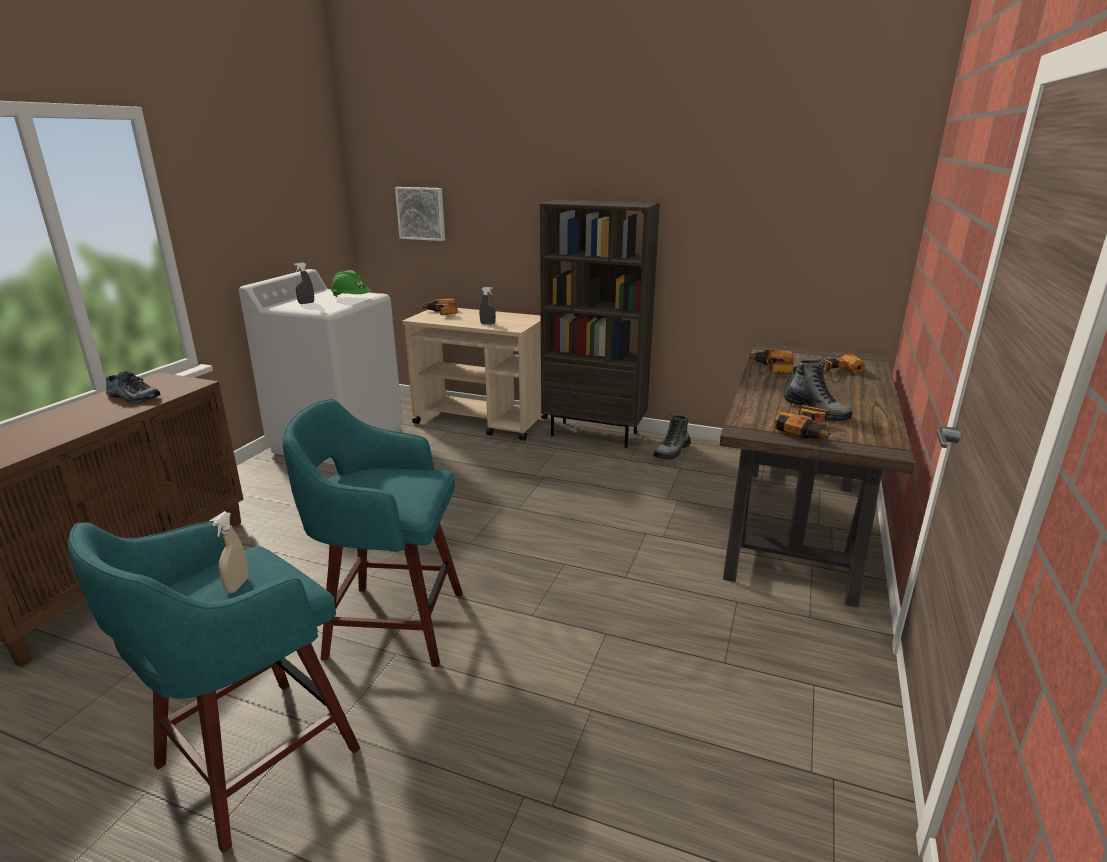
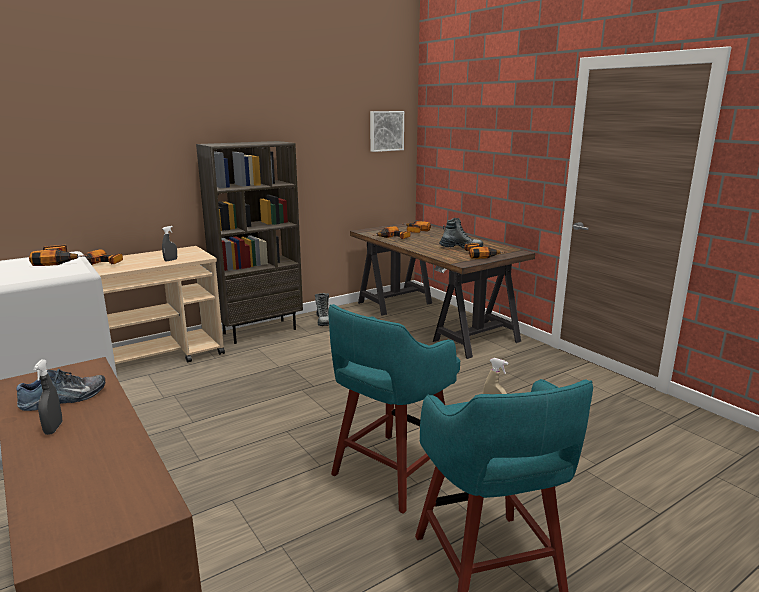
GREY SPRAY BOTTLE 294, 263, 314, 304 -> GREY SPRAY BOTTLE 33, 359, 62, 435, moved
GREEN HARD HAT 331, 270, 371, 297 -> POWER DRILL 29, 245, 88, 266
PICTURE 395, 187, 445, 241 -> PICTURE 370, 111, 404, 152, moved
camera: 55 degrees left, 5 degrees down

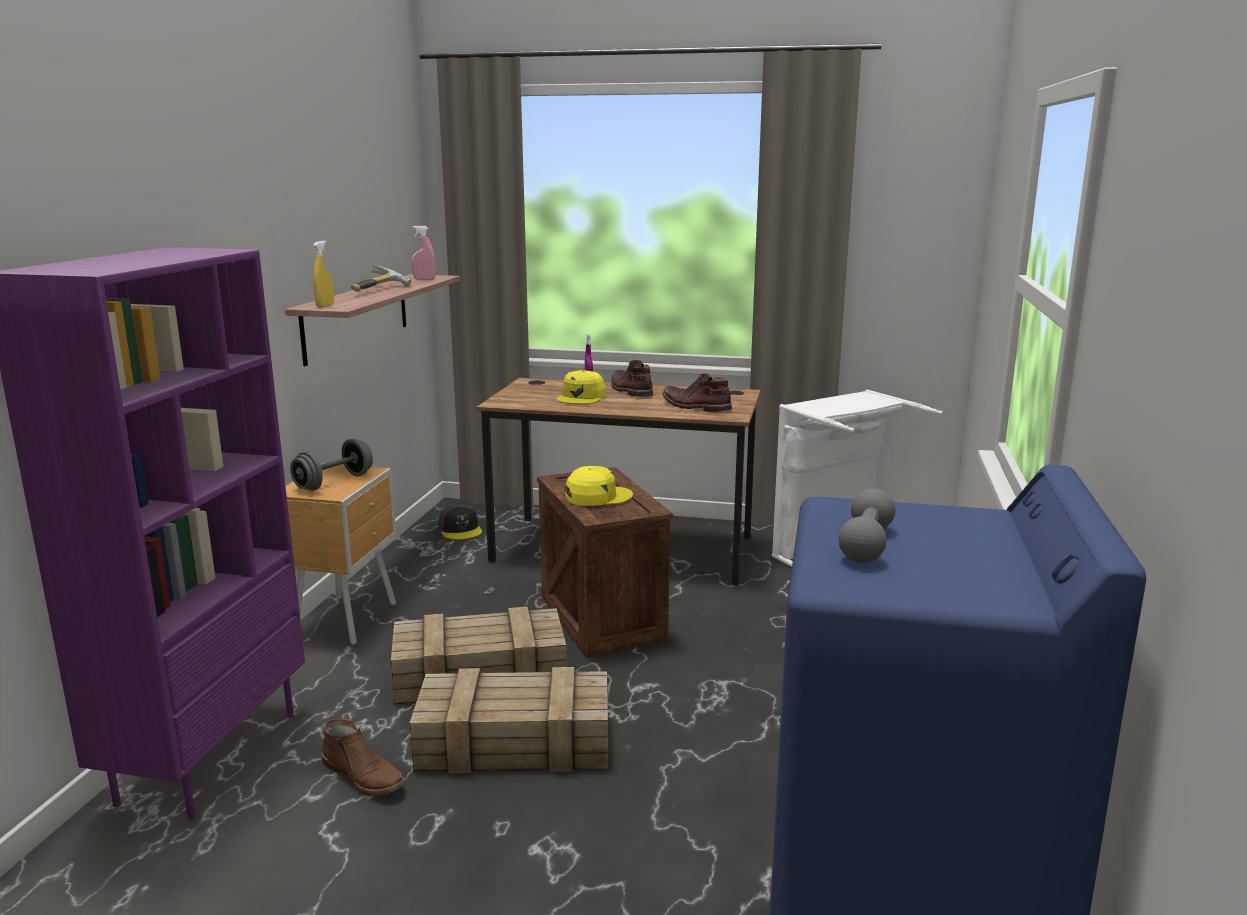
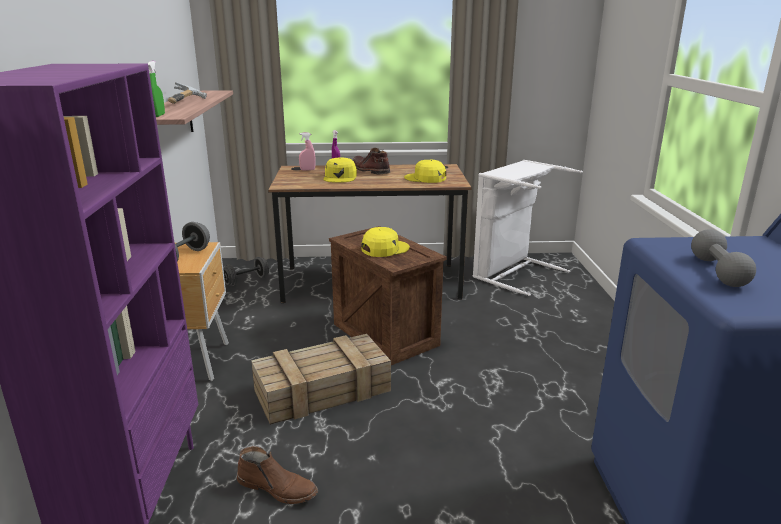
YELLOW SPRAY BOTTLE 313, 241, 334, 307 -> GREEN SPRAY BOTTLE 148, 61, 165, 117
CRATE 410, 667, 608, 773 -> none
PINK SPRAY BOTTLE 412, 226, 436, 280 -> PINK SPRAY BOTTLE 299, 132, 316, 171, moved
GREY CAP 438, 504, 482, 540 -> GREY DUMBBELL 223, 257, 269, 286
BROWN BOOT 662, 373, 732, 412 -> YELLOW CAP 404, 160, 446, 183
camera: 15 degrees left, 5 degrees up

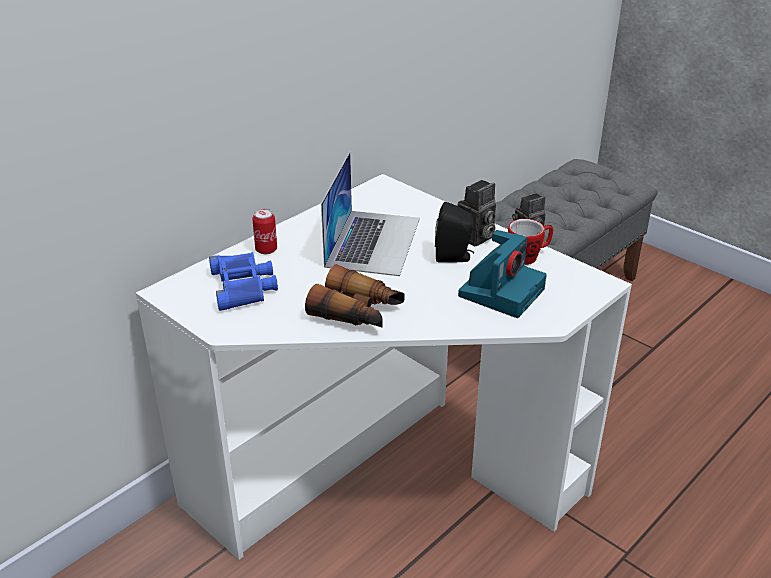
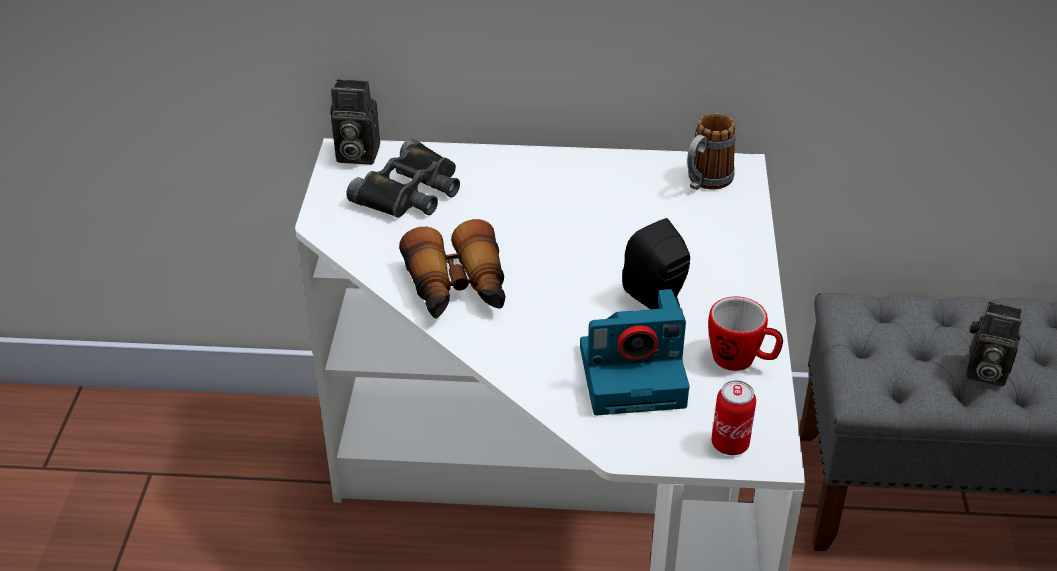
BLUE BINOCULARS 209, 252, 278, 311 -> BLACK BINOCULARS 346, 139, 460, 218
CAN 252, 209, 277, 254 -> CAN 711, 380, 756, 455, moved
LAPTOP 321, 152, 420, 276 -> none
PHOTO CAMERA 458, 180, 496, 246 -> PHOTO CAMERA 330, 79, 380, 165, moved
none -> MUG 687, 113, 736, 190
camera: 50 degrees right, 5 degrees up

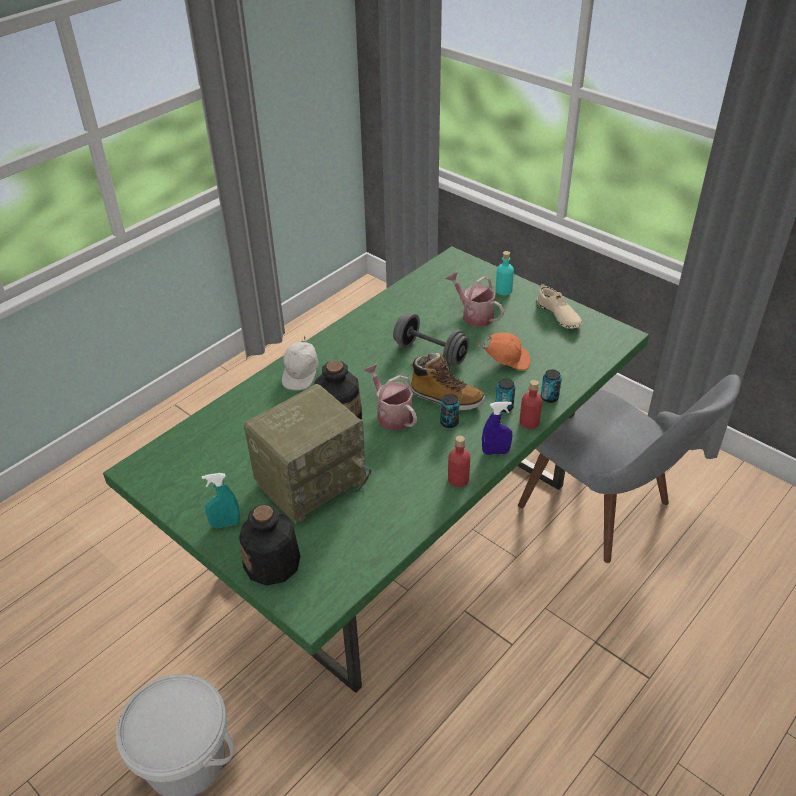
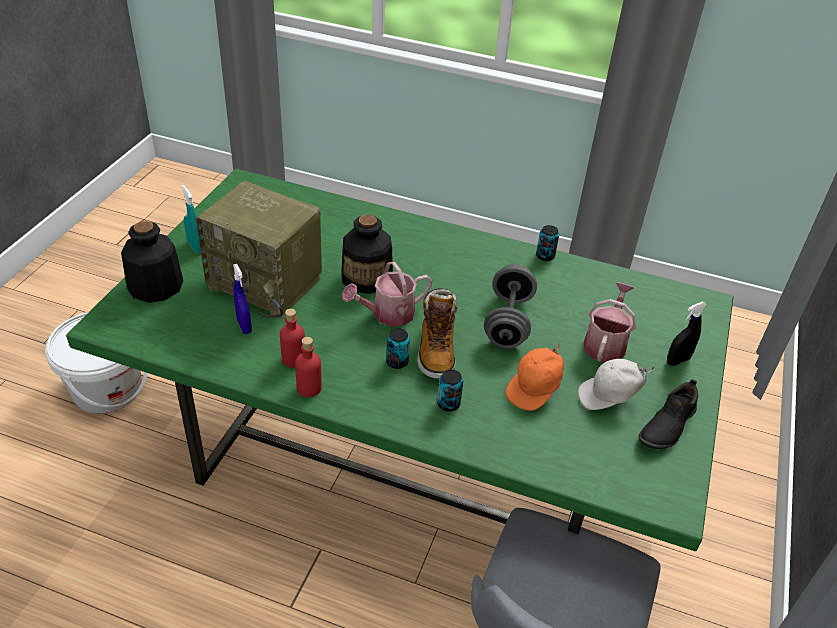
WHITE CAP 282, 335, 319, 390 -> WHITE CAP 578, 359, 655, 410, moved
WATERING CAN 364, 364, 417, 430 -> WATERING CAN 342, 262, 432, 327, 150 degrees counterclockwise
ORANGE CAP 476, 332, 530, 370 -> ORANGE CAP 506, 342, 564, 411, 60 degrees clockwise
BLUE SPRAY BOTTLE 482, 401, 512, 455 -> BLUE SPRAY BOTTLE 233, 264, 252, 334, moved
TURQUOISE BOTTLE 496, 251, 514, 295 -> BLACK SPRAY BOTTLE 667, 302, 707, 366
RED BOTTLE 520, 380, 542, 429 -> RED BOTTLE 280, 309, 305, 368, moved
BEIGE SHOE 536, 283, 582, 329 -> BLACK SHOE 638, 379, 698, 449
CAN 541, 370, 562, 403 -> CAN 536, 225, 559, 261, moved
camera: 65 degrees right, 0 degrees up

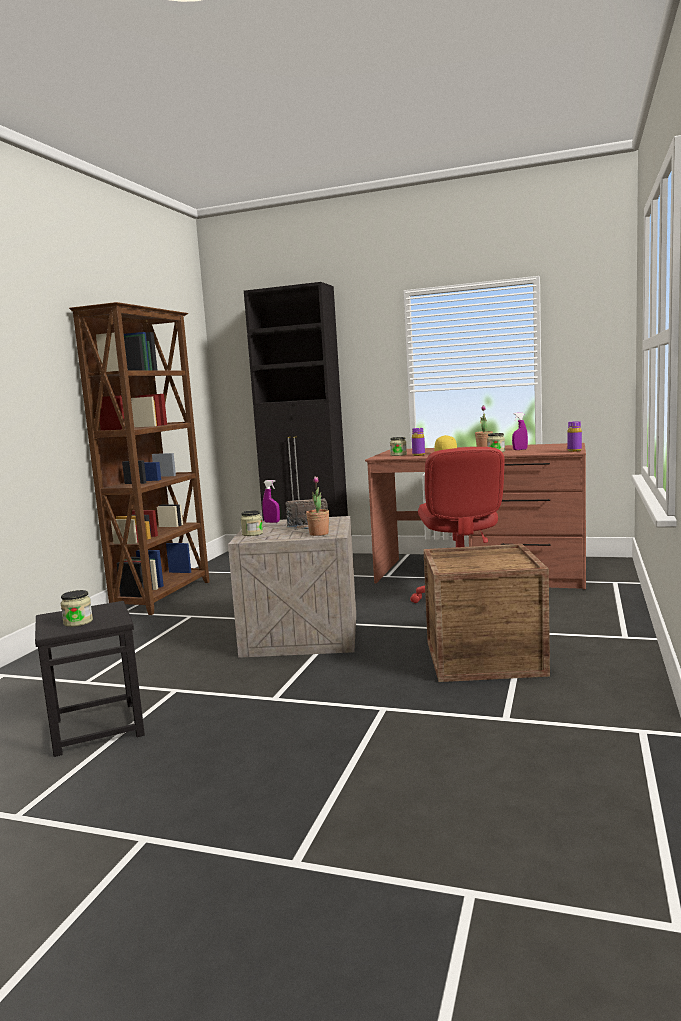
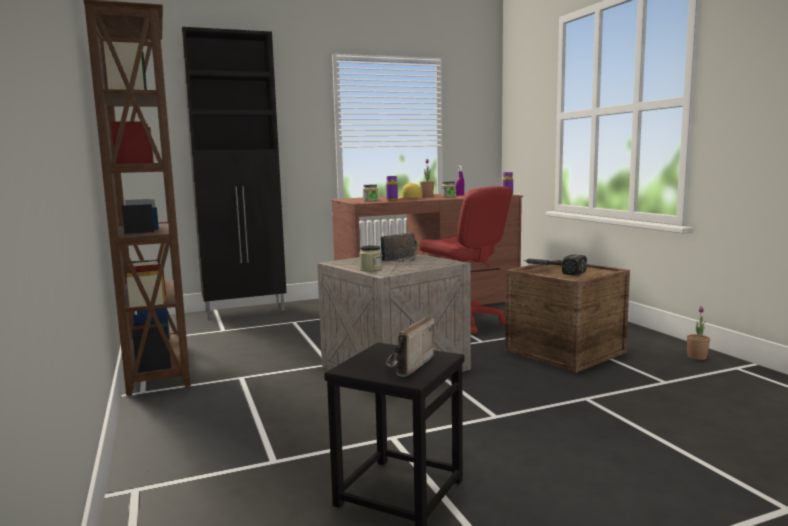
JAR 61, 590, 93, 627 -> RADIO 386, 316, 435, 377
PURPLE SPRAY BOTTLE 262, 480, 280, 523 -> none
POTTED PLANT 306, 476, 329, 536 -> POTTED PLANT 687, 307, 710, 360, moved
none -> HAMMER 524, 255, 587, 275
camera: 40 degrees left, 0 degrees up

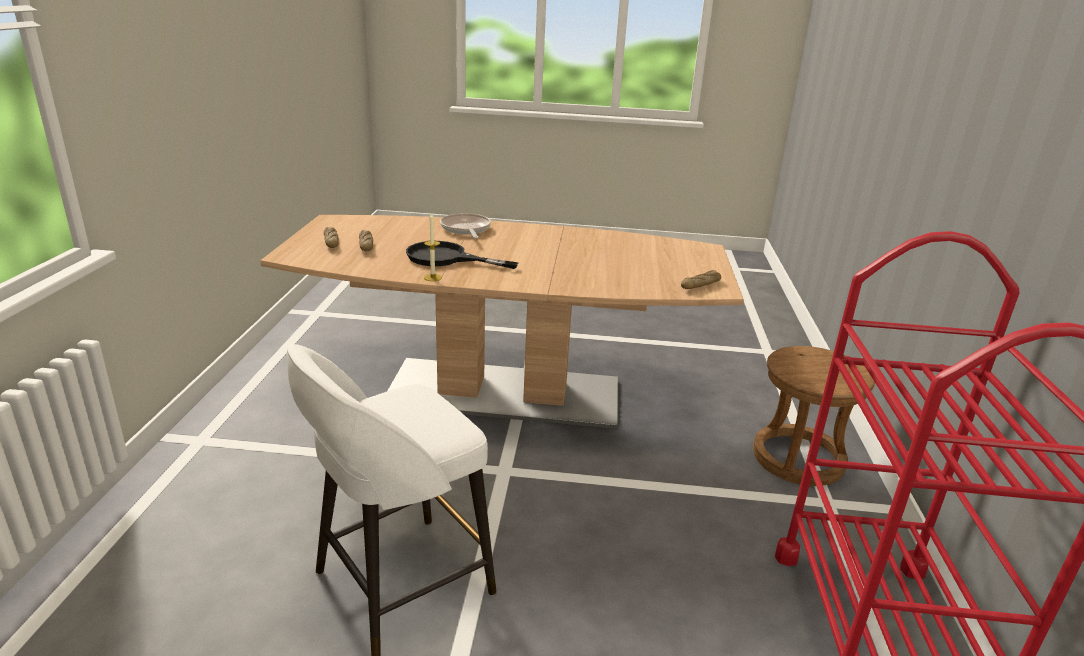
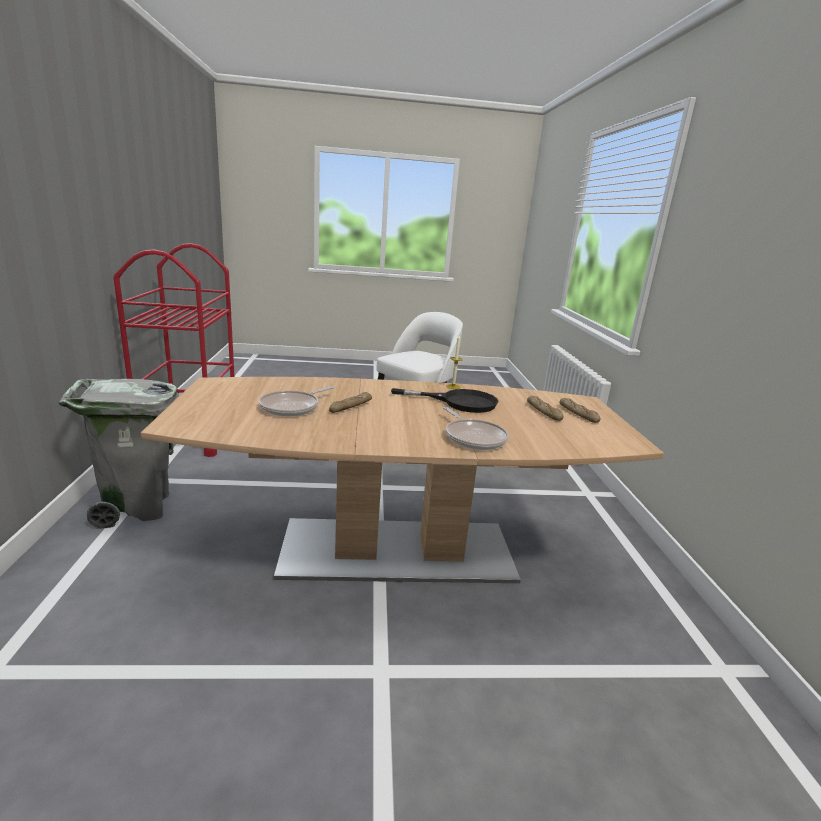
BREAD 681, 270, 721, 289 -> BREAD 329, 392, 372, 413, moved
BROWN STOOL 753, 346, 875, 486 -> GREY TRASH CAN 59, 379, 179, 529
none -> FRYING PAN 259, 386, 335, 417
camera: 170 degrees right, 5 degrees down

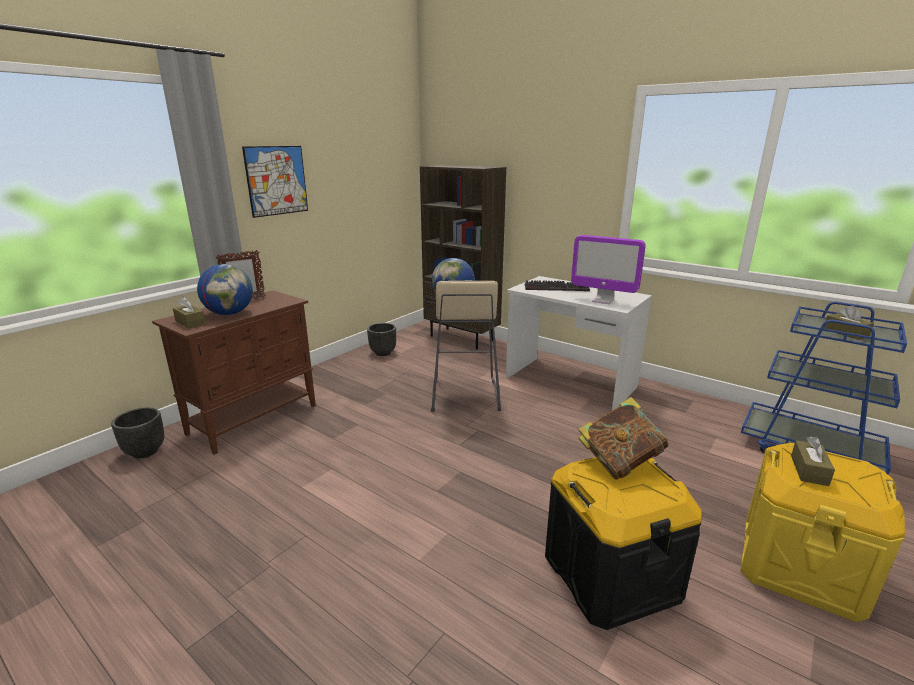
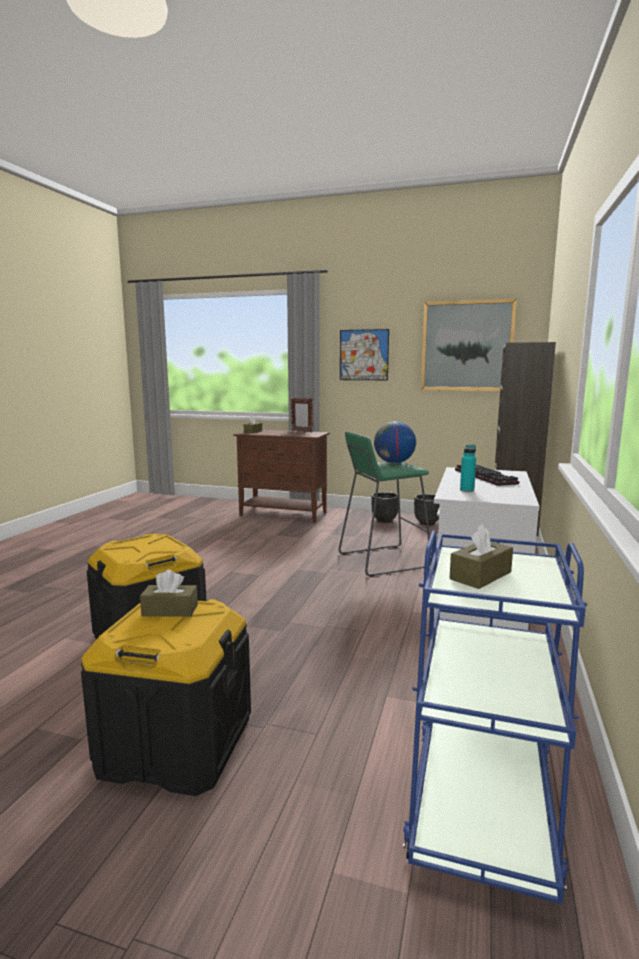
BLACK PLANTER 111, 407, 164, 458 -> BLACK PLANTER 371, 492, 398, 523, moved
GLOBE 197, 264, 253, 315 -> none
BEIGE STOOL 431, 281, 501, 412 -> GREEN STOOL 339, 432, 431, 577
MONITOR 571, 235, 646, 304 -> TURQUOISE BOTTLE 460, 444, 476, 492
BOOK 578, 397, 668, 480 -> none
YELLOW STORAGE BOX 740, 443, 905, 622 -> BLACK STORAGE BOX 81, 599, 251, 796
none -> PICTURE 421, 299, 517, 391
camera: 70 degrees right, 10 degrees down

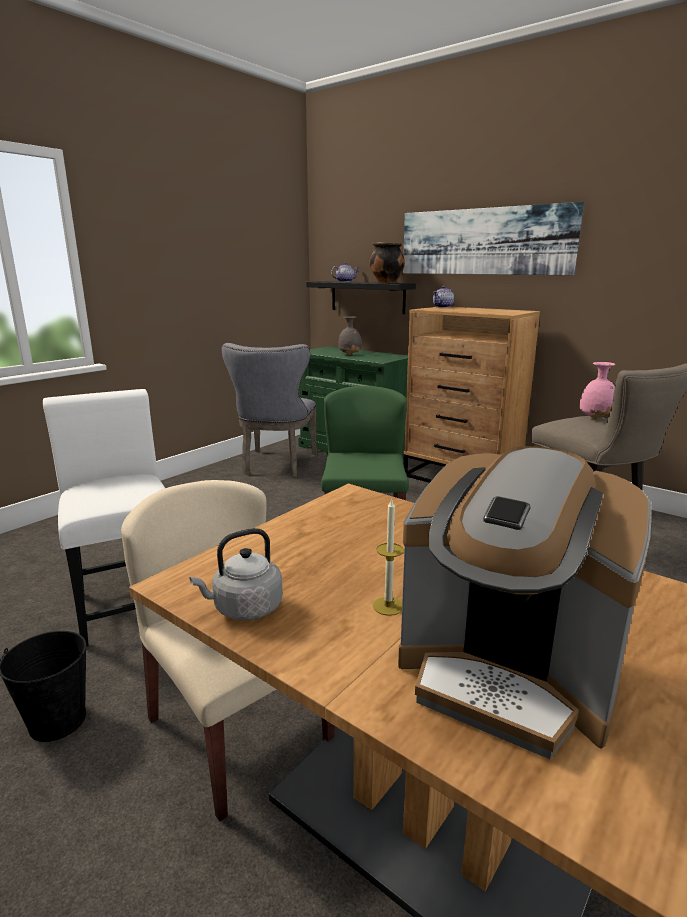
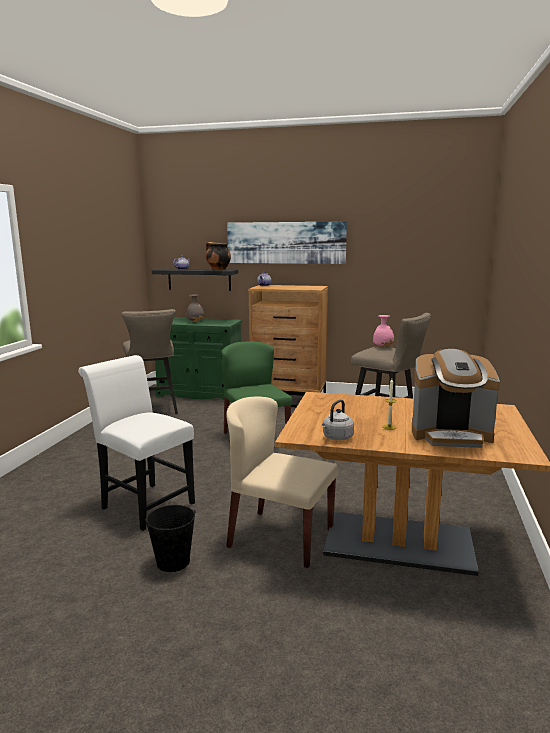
GREY CHAIR 222, 343, 317, 477 -> BEIGE STOOL 122, 309, 178, 414
camera: 25 degrees left, 5 degrees down

